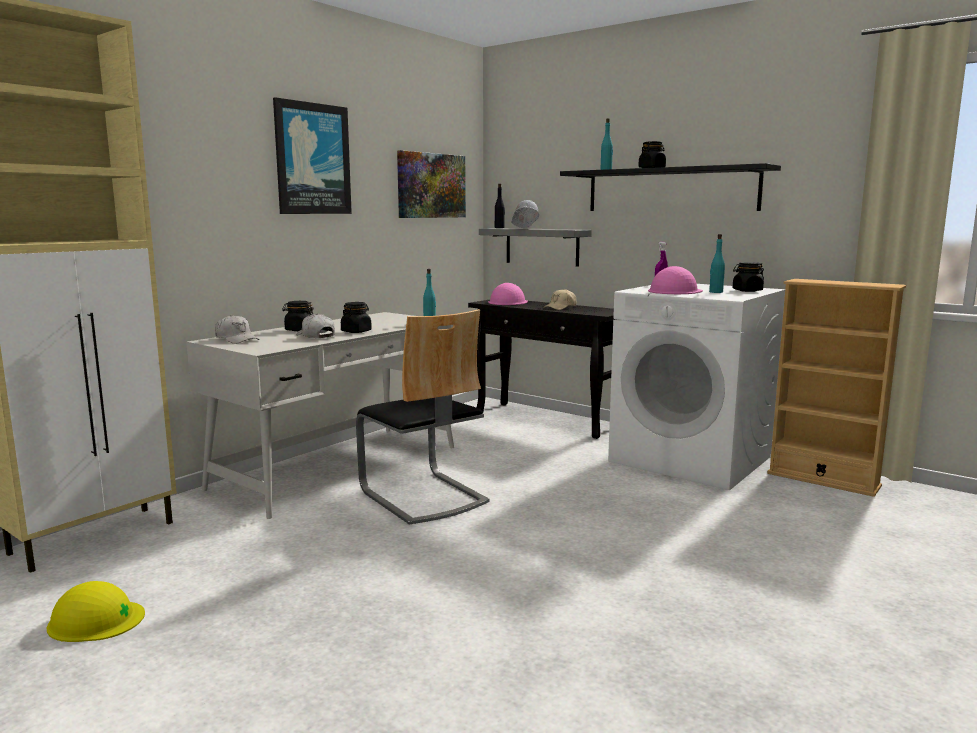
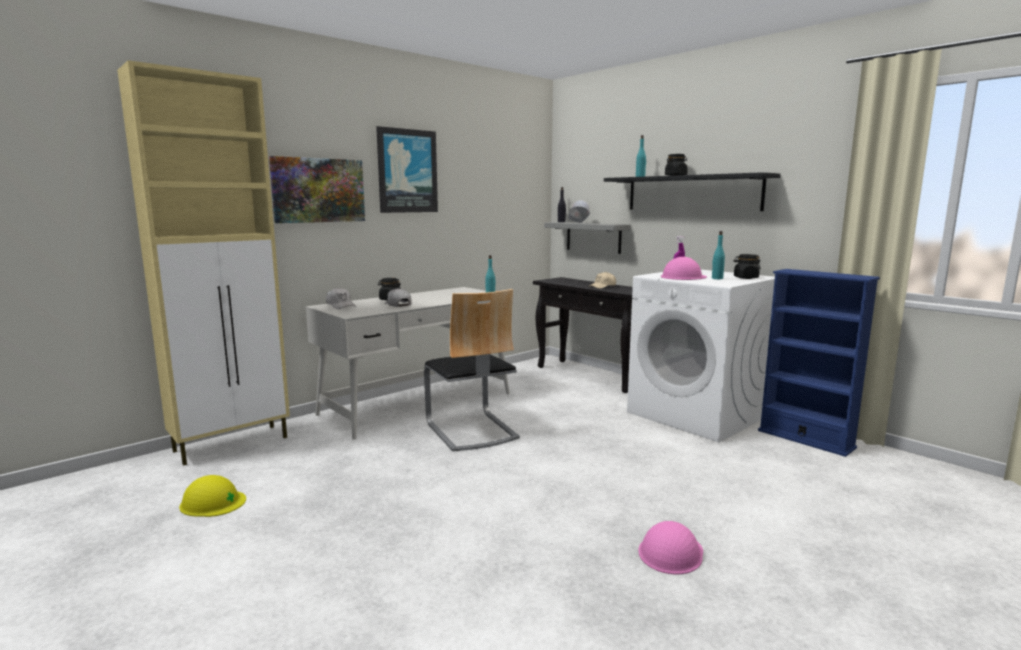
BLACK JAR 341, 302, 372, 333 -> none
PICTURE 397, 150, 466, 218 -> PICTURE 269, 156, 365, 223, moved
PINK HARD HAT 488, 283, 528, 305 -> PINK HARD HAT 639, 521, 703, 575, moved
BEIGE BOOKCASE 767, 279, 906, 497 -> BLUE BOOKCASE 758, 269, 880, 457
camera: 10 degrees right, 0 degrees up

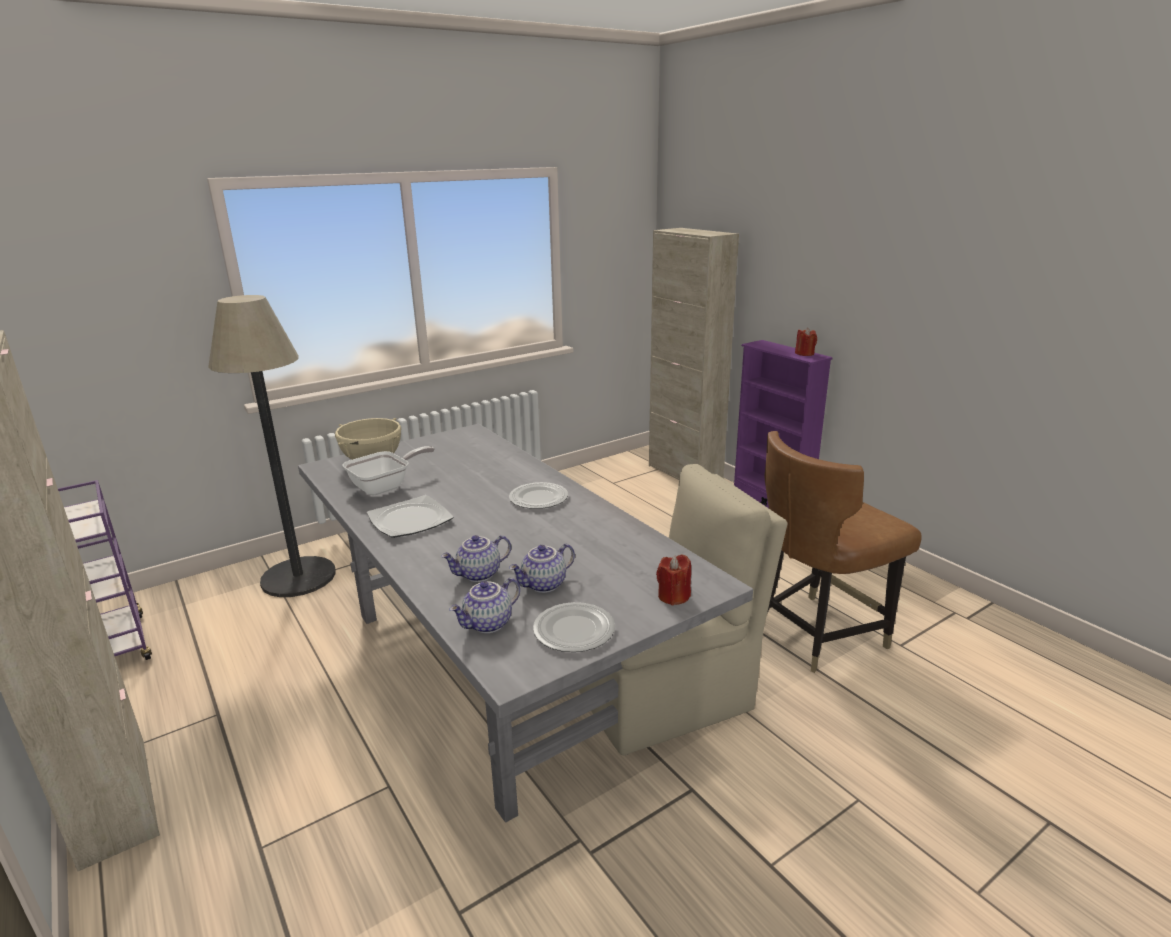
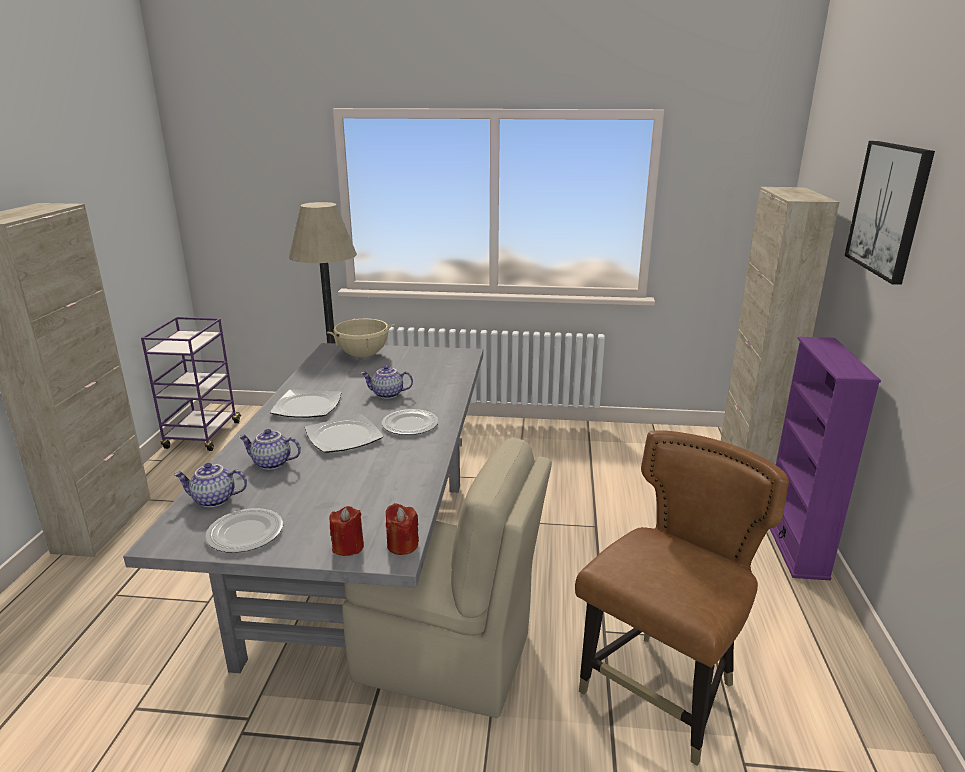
FRYING PAN 342, 446, 435, 495 -> none
TEAPOT 509, 544, 575, 593 -> TEAPOT 361, 365, 413, 399, moved
BROWN CHAIR 764, 431, 921, 673 -> BROWN CHAIR 575, 430, 789, 766, 120 degrees clockwise
RED CANDLE 795, 328, 817, 356 -> RED CANDLE 386, 503, 419, 555, moved
none -> PLATE 305, 414, 383, 453
none -> PICTURE 845, 141, 935, 285
camera: 40 degrees right, 0 degrees up

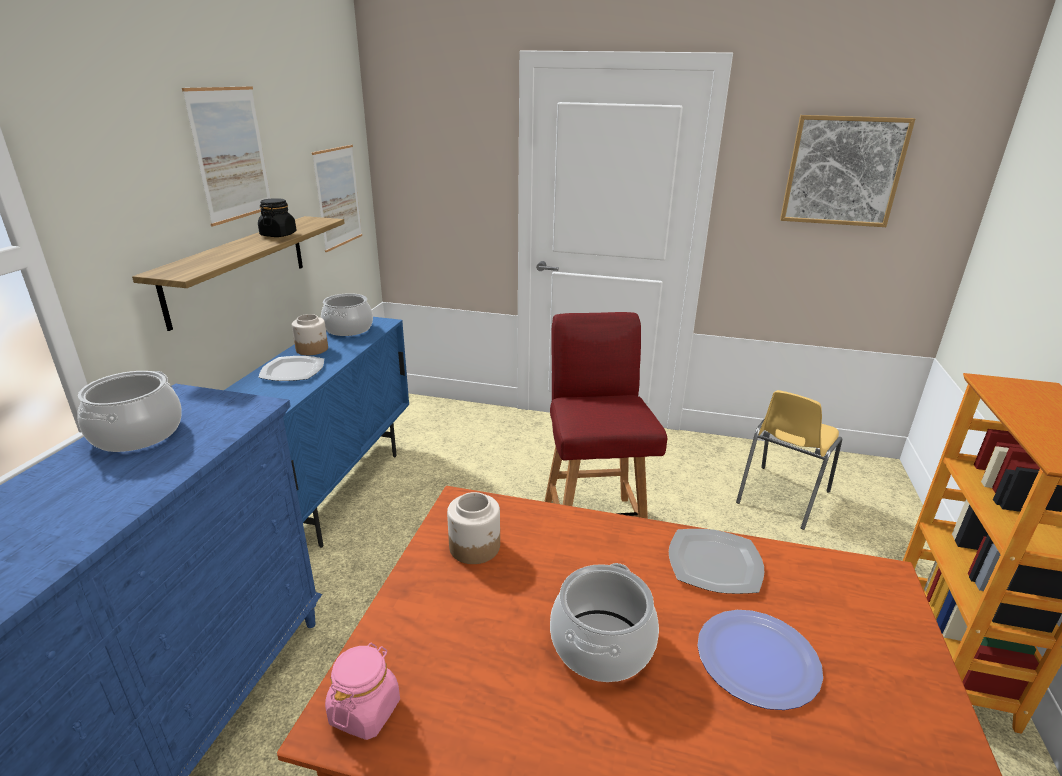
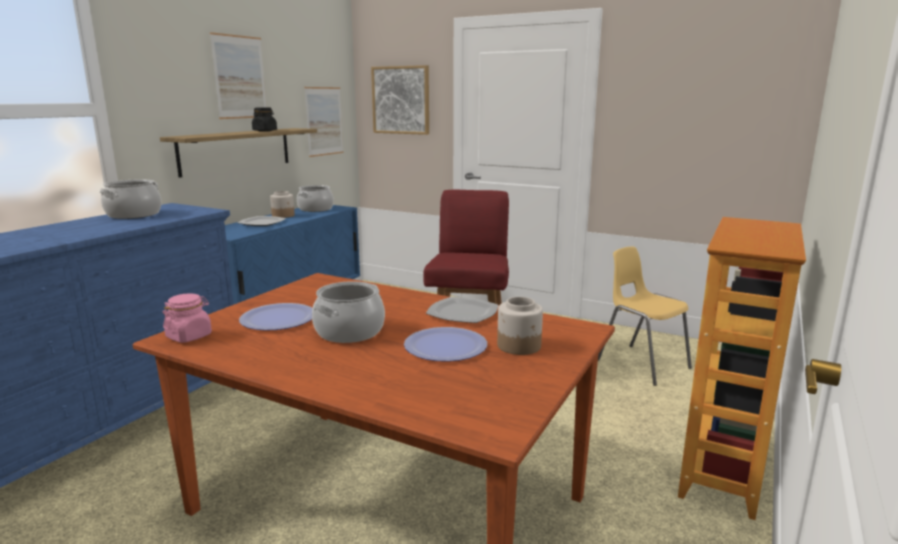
JAR 447, 492, 500, 564 -> JAR 497, 297, 543, 355, moved
YELLOW CHAIR 736, 390, 842, 530 -> YELLOW CHAIR 598, 247, 692, 386, 90 degrees clockwise
PICTURE 780, 115, 915, 227 -> PICTURE 371, 65, 429, 135, moved
none -> PLATE 239, 303, 313, 331
camera: 15 degrees right, 10 degrees down

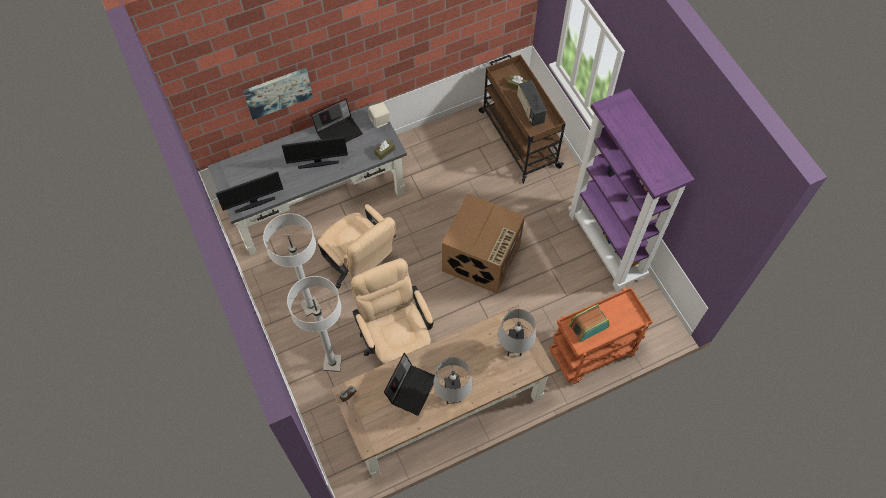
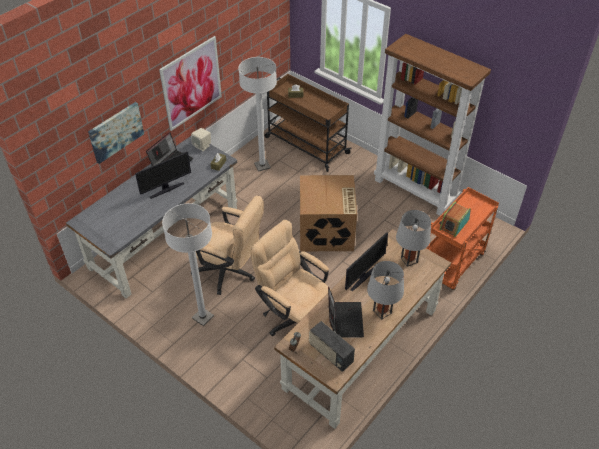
MONITOR 216, 171, 283, 213 -> MONITOR 345, 232, 388, 291, moved
WHITE FLOOR LAMP 287, 276, 342, 372 -> WHITE FLOOR LAMP 238, 57, 277, 172, moved
RADIO 517, 80, 547, 126 -> RADIO 309, 321, 355, 372, moved
PURPLE BOOKCASE 568, 88, 694, 291 -> BROWN BOOKCASE 374, 34, 491, 216
none -> PICTURE 159, 36, 222, 131
camera: 25 degrees left, 15 degrees down

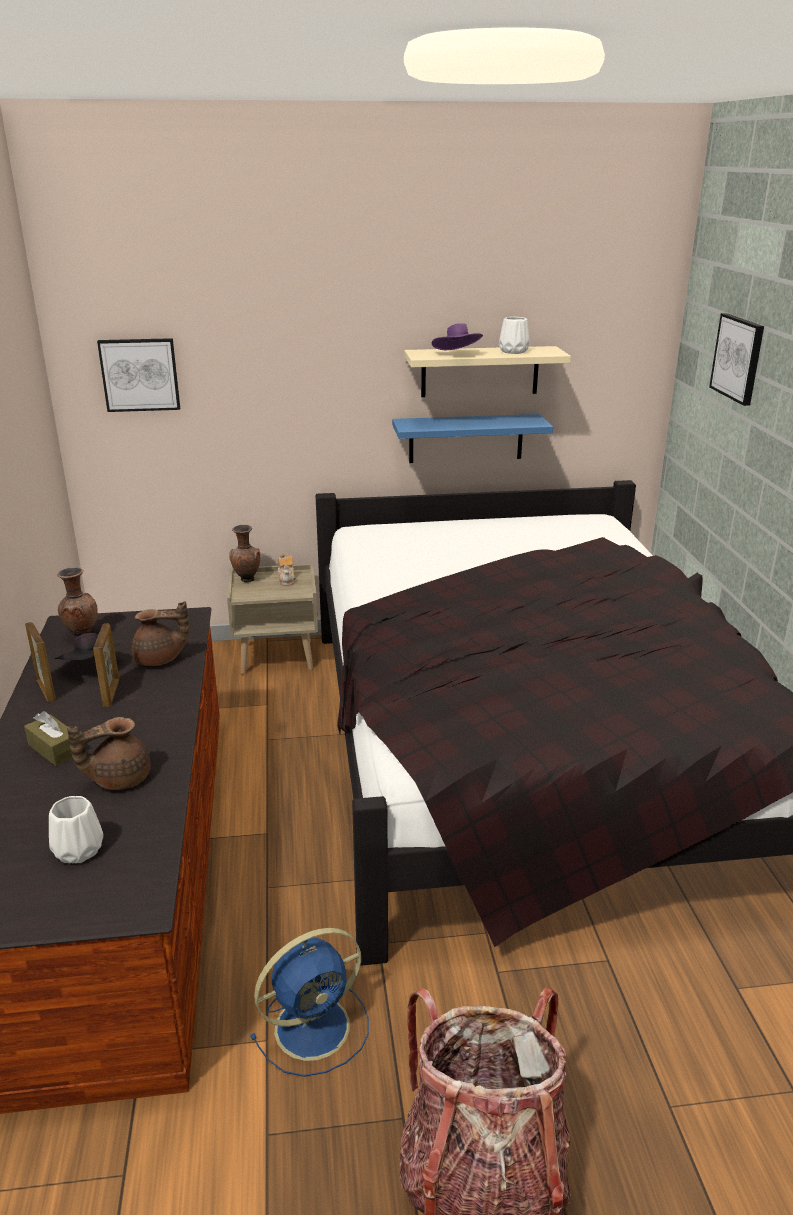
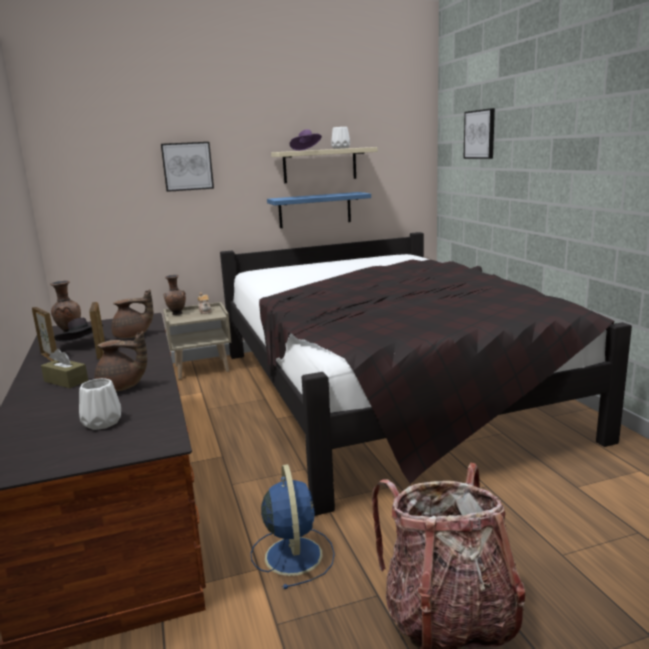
BROWN TEAPOT 67, 717, 151, 790 -> BROWN TEAPOT 95, 331, 147, 391, 135 degrees counterclockwise
PICTURE 97, 338, 180, 412 -> PICTURE 161, 142, 214, 192, moved
BLUE FAN 250, 928, 369, 1077 -> BLUE FAN 251, 464, 335, 589, 60 degrees counterclockwise
camera: 10 degrees left, 10 degrees down

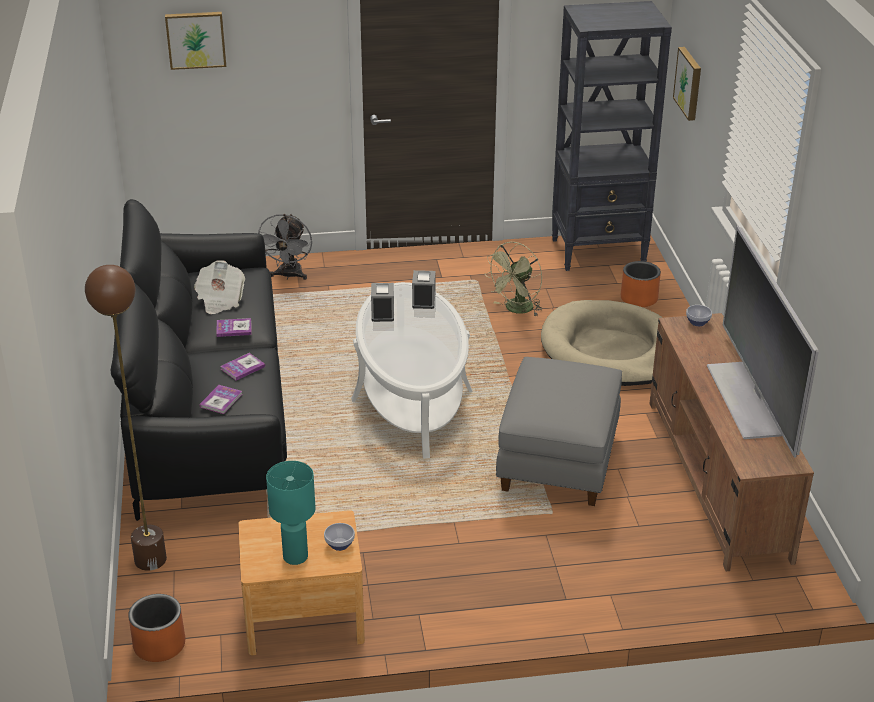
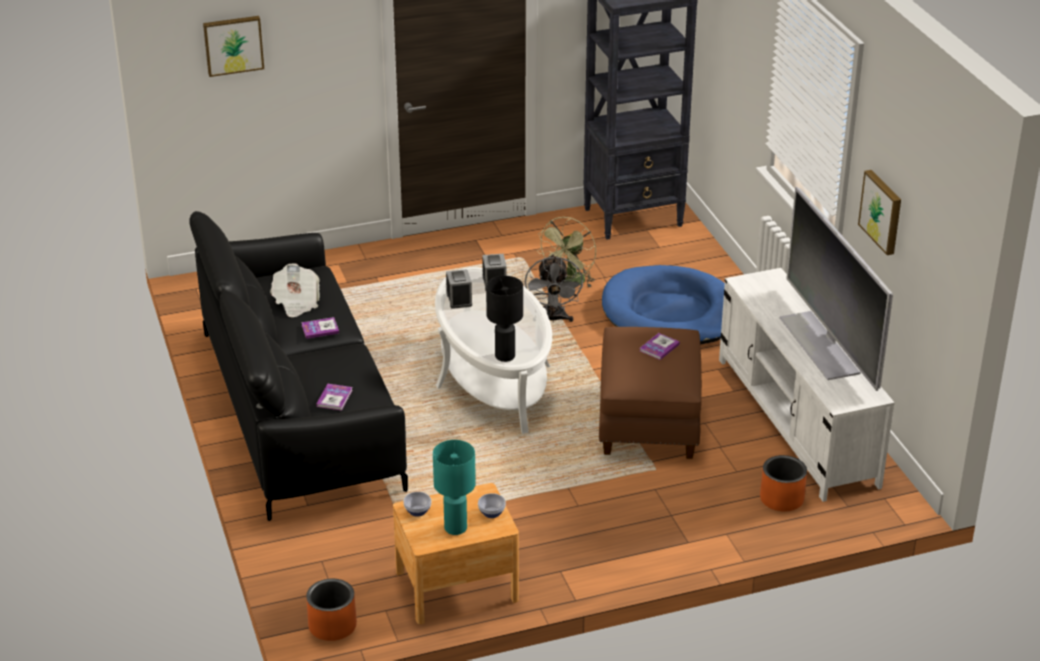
BROWN FLOOR LAMP 85, 265, 167, 571 -> none
BOOK 221, 353, 265, 381 -> BOOK 640, 333, 680, 360, moved
GREY FAN 258, 214, 312, 280 -> GREY FAN 525, 254, 583, 323, moved
GREY OTTOMAN 496, 357, 622, 506 -> BROWN OTTOMAN 599, 327, 702, 459
BEIGE DOG BED 541, 300, 663, 386 -> BLUE DOG BED 602, 265, 725, 345
ORANGE PLANTER 621, 261, 661, 307 -> ORANGE PLANTER 760, 455, 807, 512, moved
BROWN TV STAND 649, 313, 814, 571 -> WHITE TV STAND 719, 268, 895, 502
PICTURE 673, 47, 701, 121 -> PICTURE 858, 170, 901, 255, moved
BOWL 686, 305, 712, 326 -> BOWL 403, 492, 431, 517, moved
none -> BLACK TABLE LAMP 486, 276, 523, 362
camera: 10 degrees left, 0 degrees up

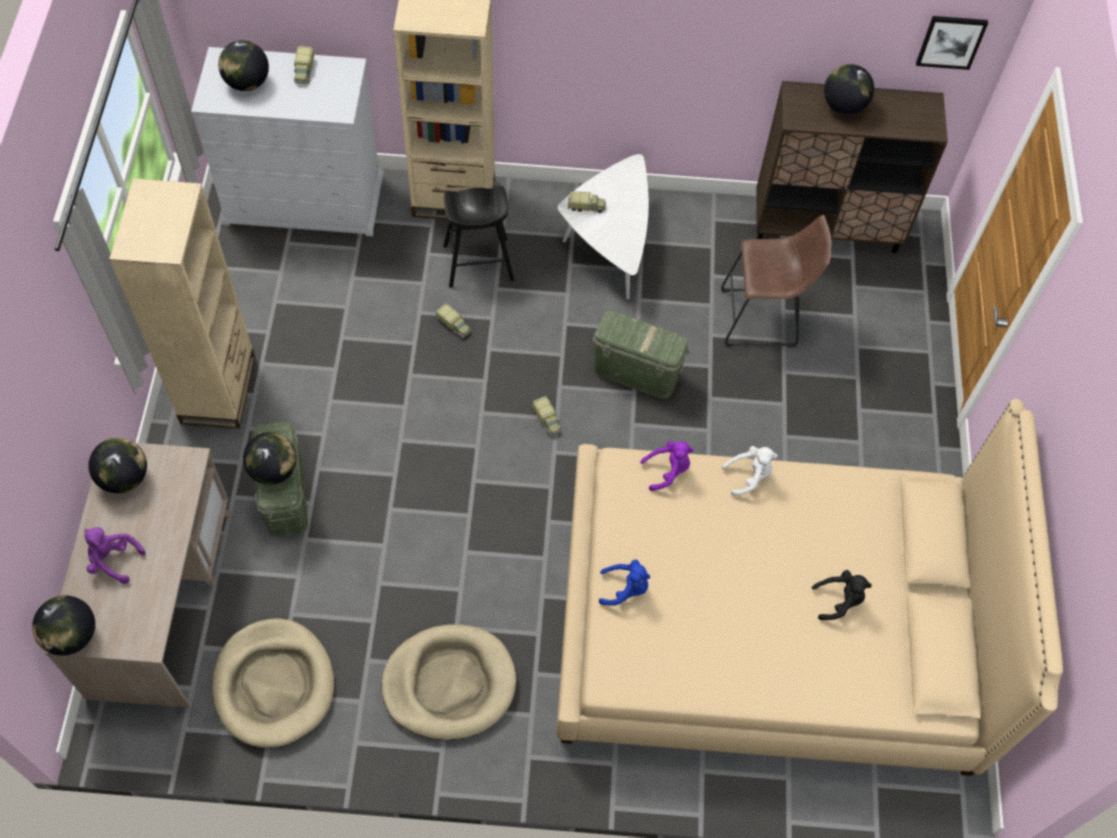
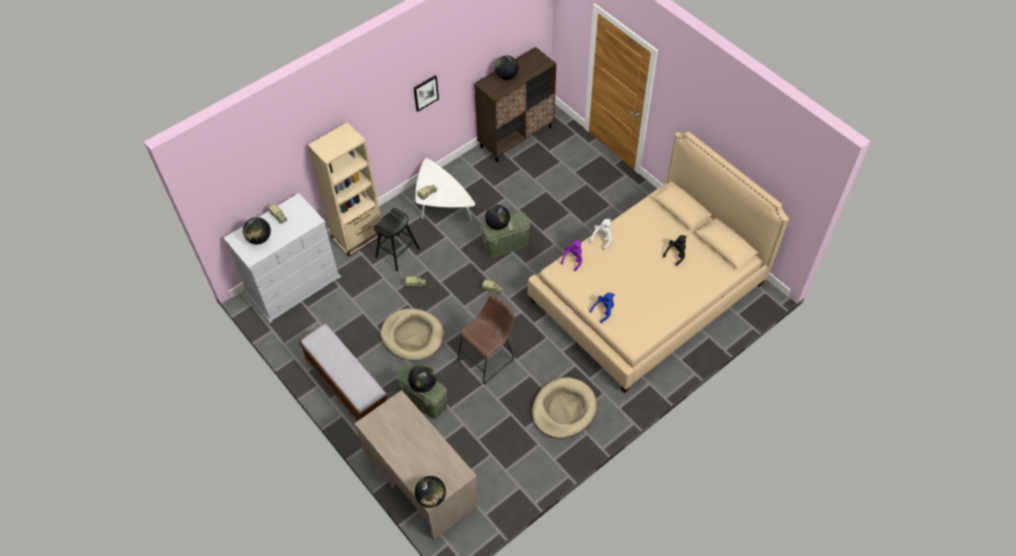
PURPLE PLUSH TOY 84, 527, 146, 584 -> none
GLOBE 89, 438, 147, 493 -> GLOBE 485, 205, 510, 230, moved
BEIGE BOOKCASE 109, 178, 255, 429 -> BENCH 299, 324, 387, 421
BEIGE DOG BED 212, 618, 334, 748 -> BEIGE DOG BED 380, 309, 444, 361, moved
BROWN STOOL 721, 215, 832, 347 -> BROWN STOOL 458, 295, 514, 385, moved
PICTURE 916, 16, 988, 70 -> PICTURE 413, 75, 439, 112, moved
camera: 40 degrees left, 5 degrees down

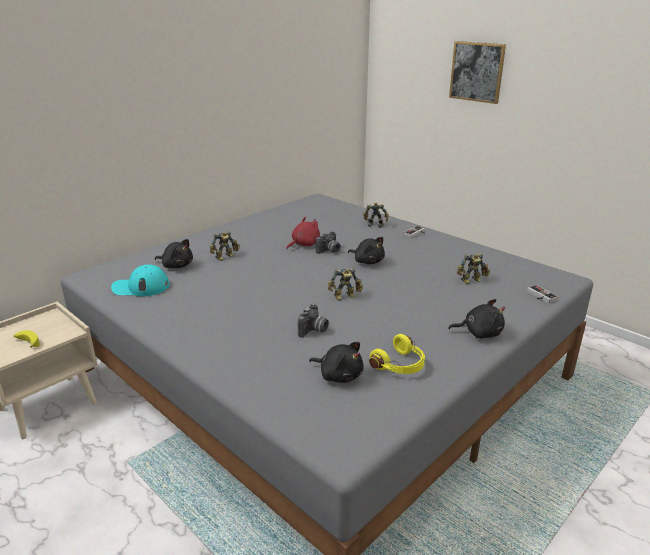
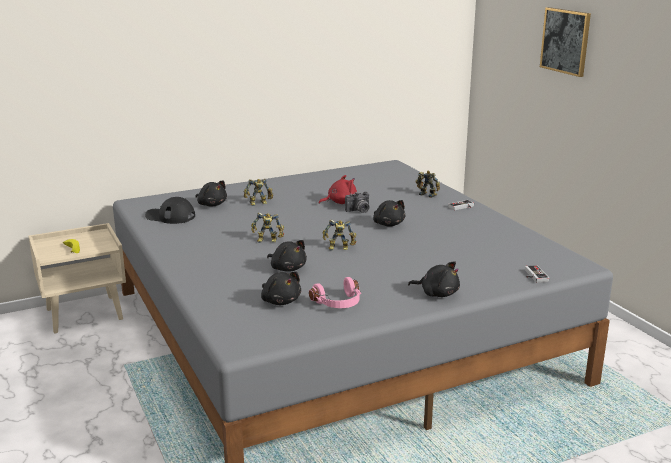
TURQUOISE CAP 111, 265, 169, 296 -> BLACK CAP 145, 197, 195, 224
PHOTO CAMERA 298, 304, 329, 338 -> BLACK PLUSH TOY 267, 240, 307, 272
YELLOW HEADPHONES 369, 334, 425, 374 -> PINK HEADPHONES 309, 277, 361, 308
TOY ROBOT 457, 253, 490, 285 -> TOY ROBOT 251, 213, 284, 243, moved
camera: 20 degrees right, 5 degrees down

